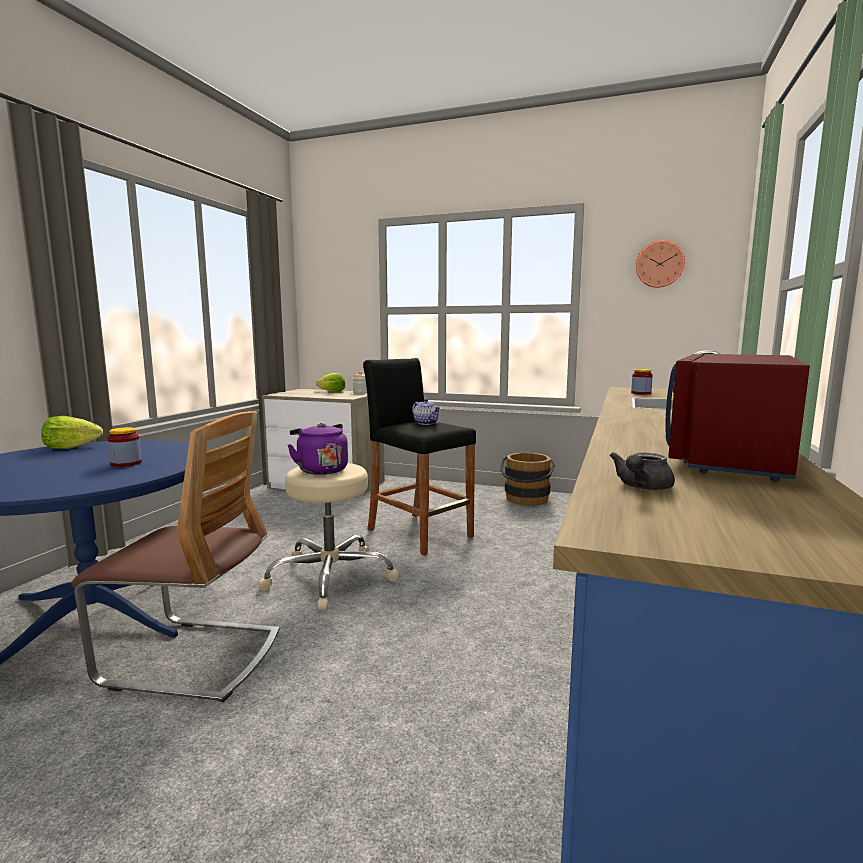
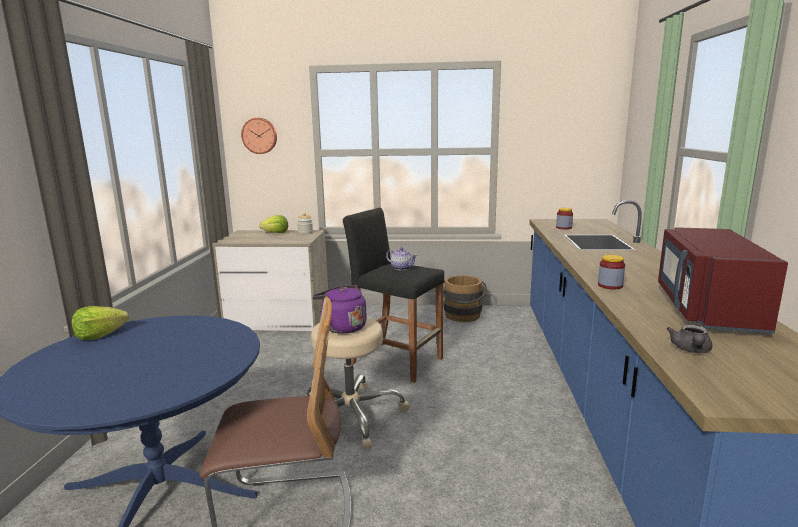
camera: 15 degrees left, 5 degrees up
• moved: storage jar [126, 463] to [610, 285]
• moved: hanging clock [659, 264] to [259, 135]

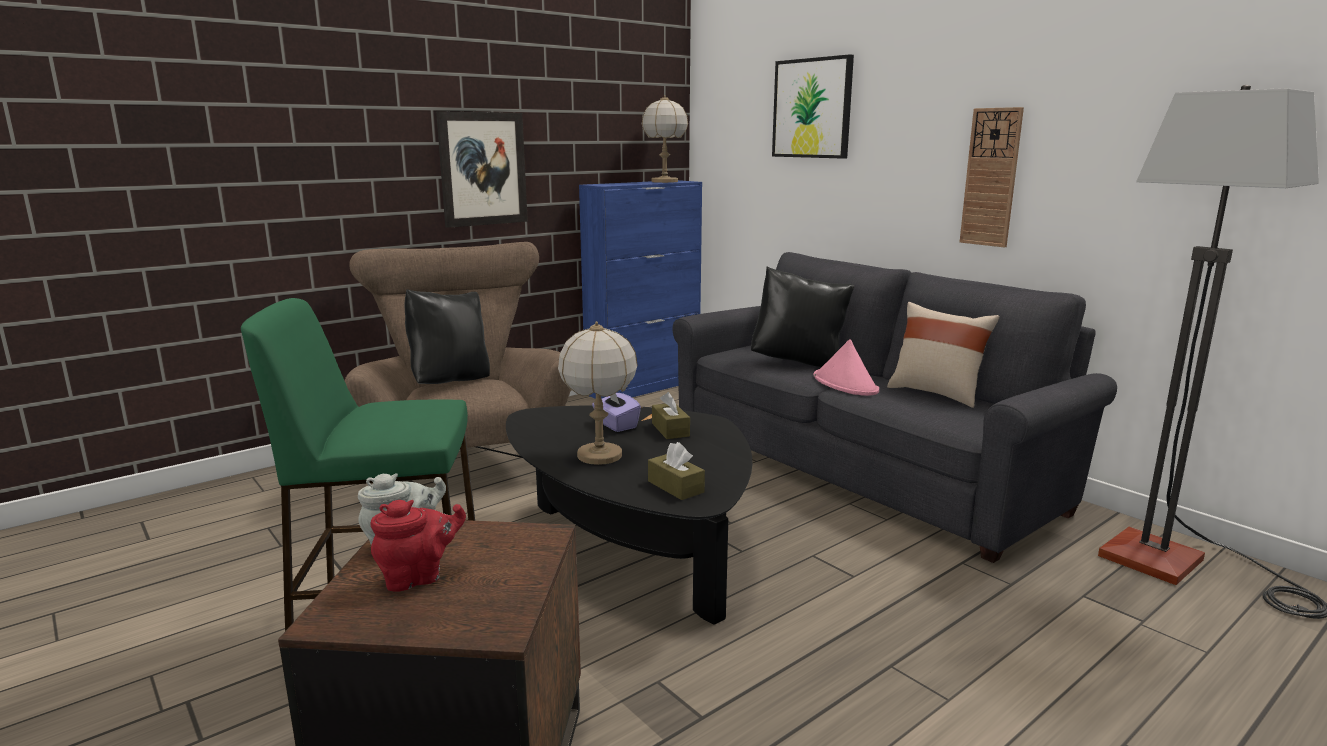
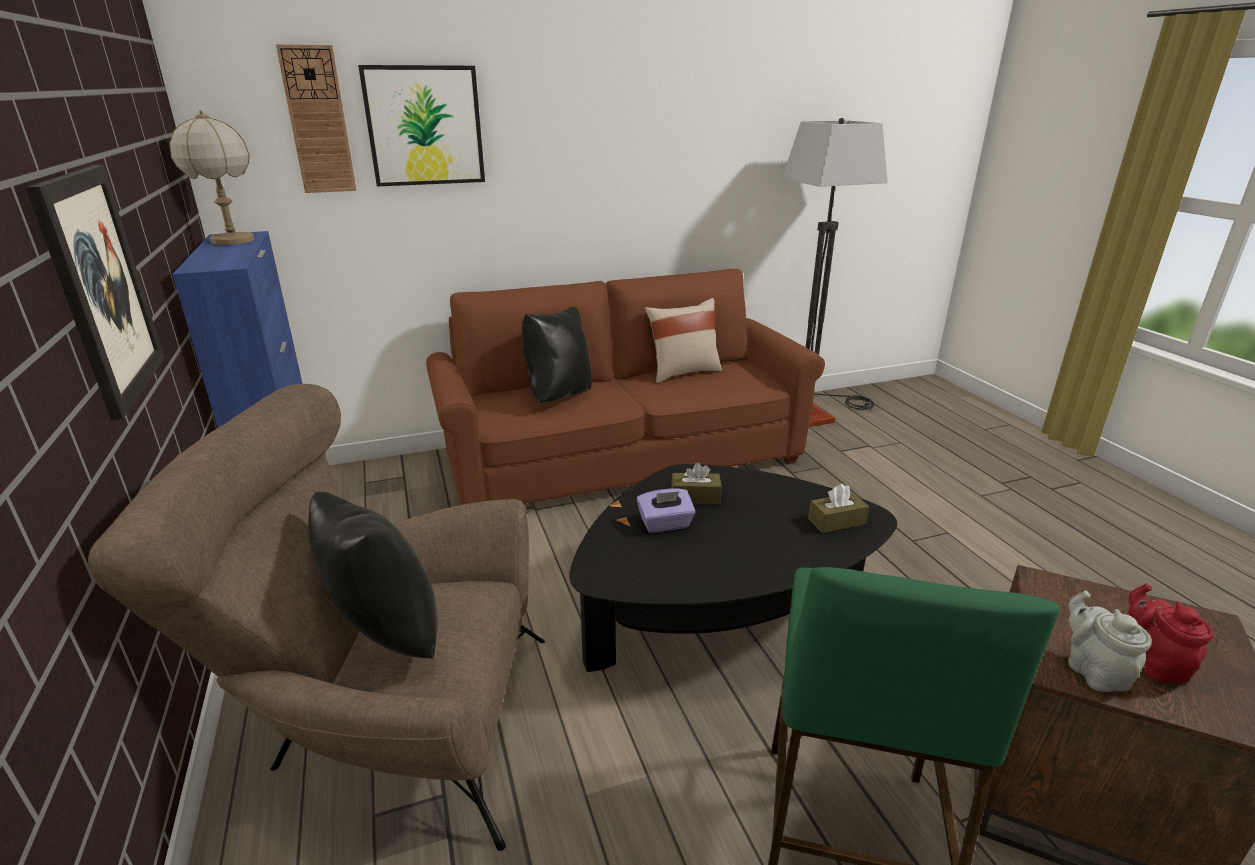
camera: 70 degrees left, 10 degrees up
• removed: lamp for a table [599, 456]
• recoloured: gray settee [862, 466] to brown settee [621, 458]
• removed: pinkish clothing hat [845, 384]
• moved: hanging clock [991, 177] to [318, 121]

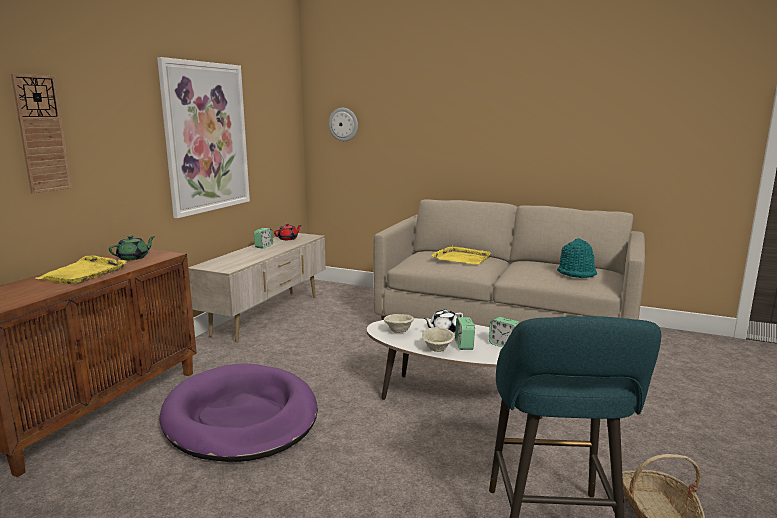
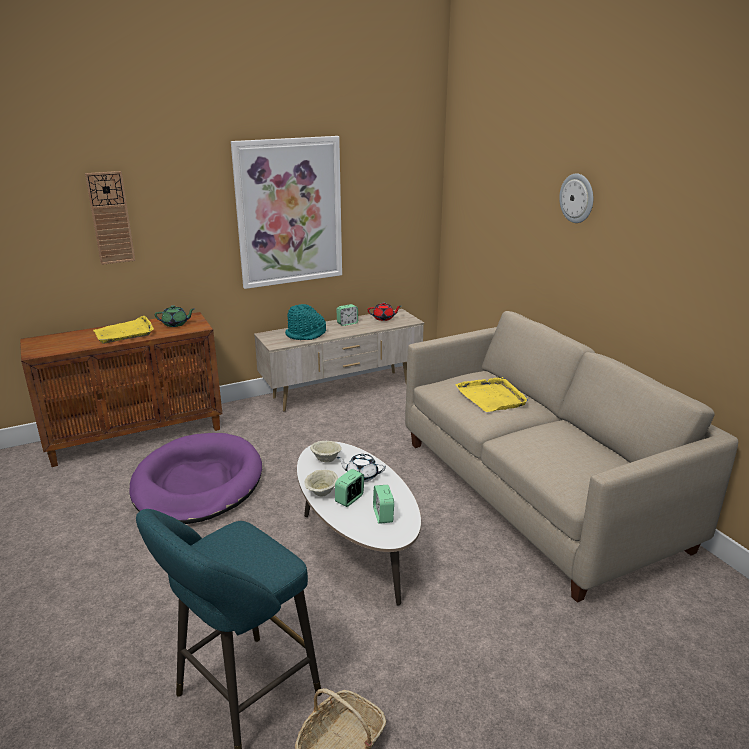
camera: 40 degrees right, 10 degrees up
• moved: hanging clock [343, 124] to [577, 198]
• moved: turquoise clothing hat [576, 273] to [306, 334]

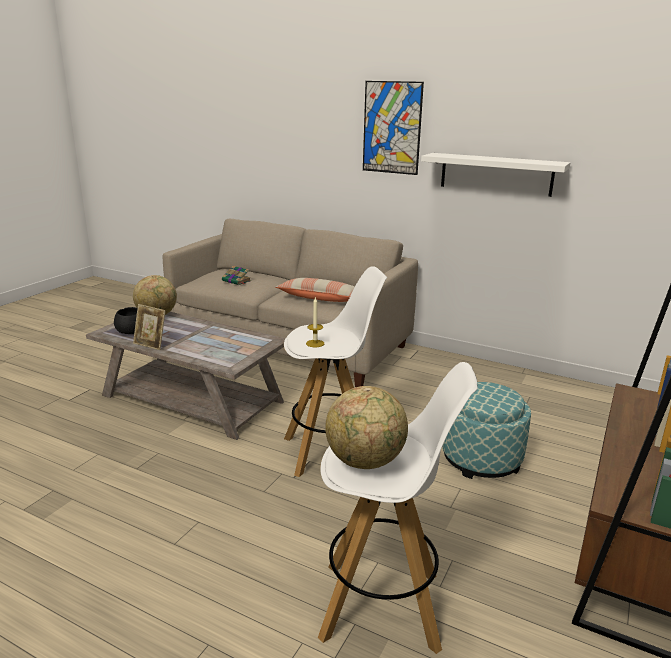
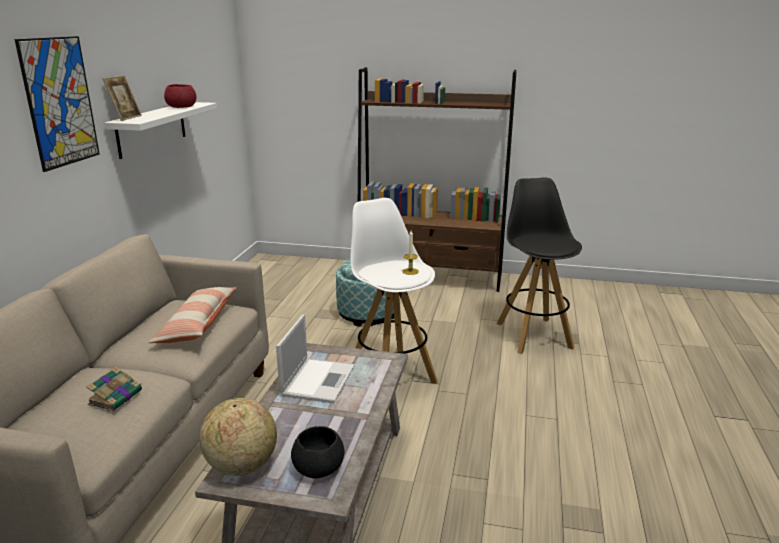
camera: 105 degrees left, 0 degrees up
• moved: photo frame [151, 344] to [126, 118]
• recoloured: whitish stool [383, 606] to blackish stool [533, 334]
• removed: desk globe [365, 461]
• added: red deep dish [181, 107]
• added: notebook computer [318, 380]

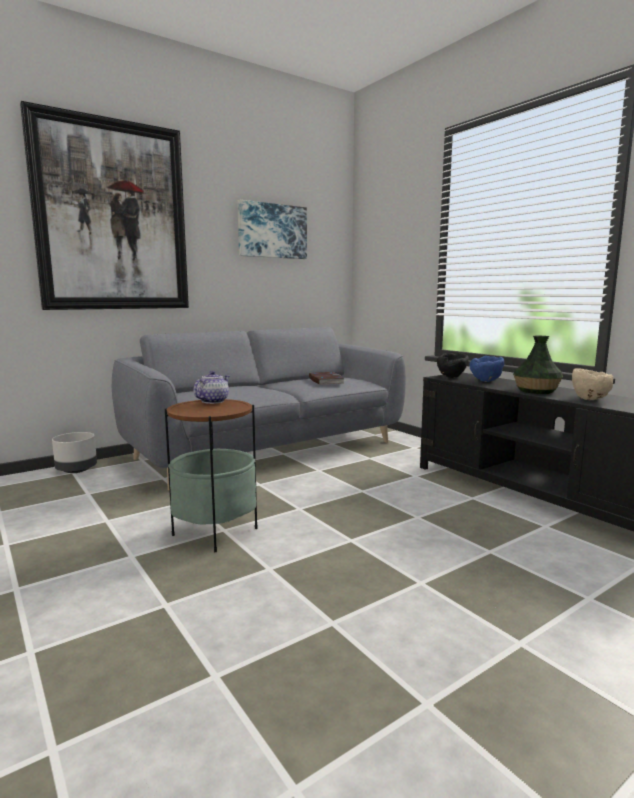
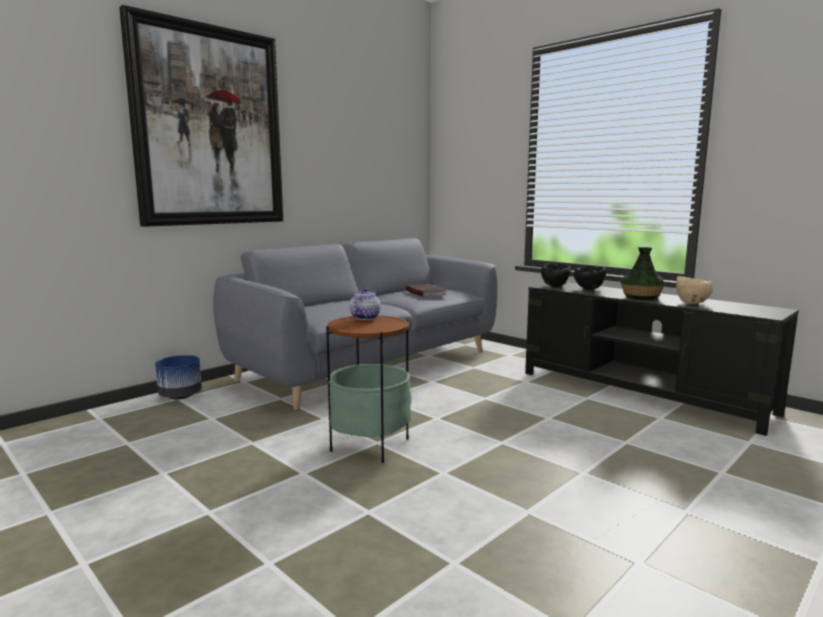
camera: 10 degrees left, 0 degrees up
• recoloured: gray planter [77, 470] to blue planter [180, 396]
• removed: wall art [272, 231]
• recoloured: blue deep dish [486, 381] to blackish deep dish [589, 289]

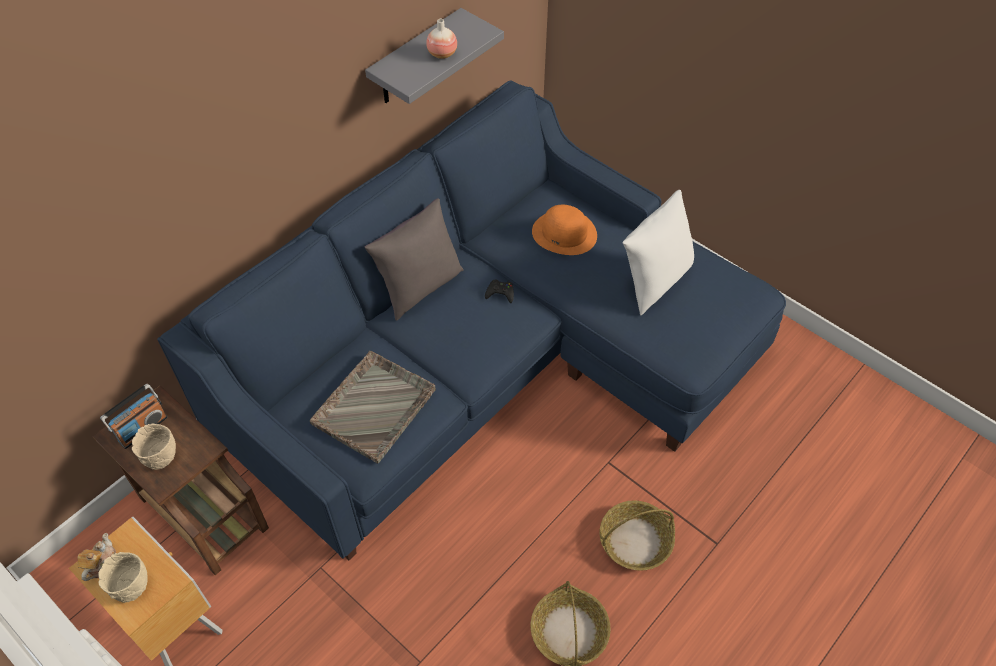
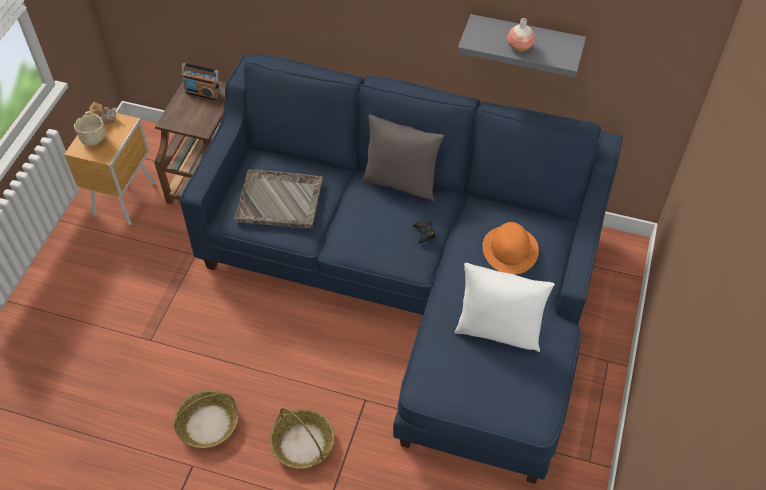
camera: 65 degrees right, 0 degrees up
• removed: beige-coloured deep dish [162, 457]

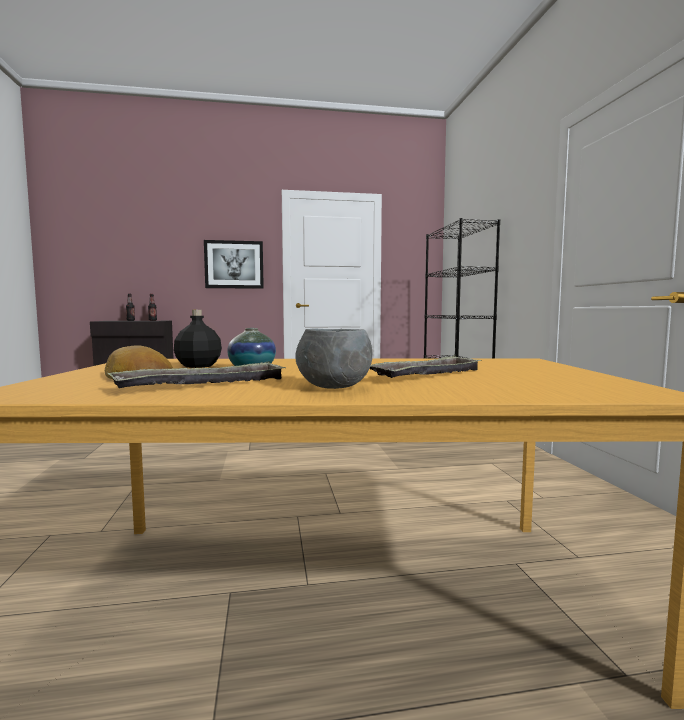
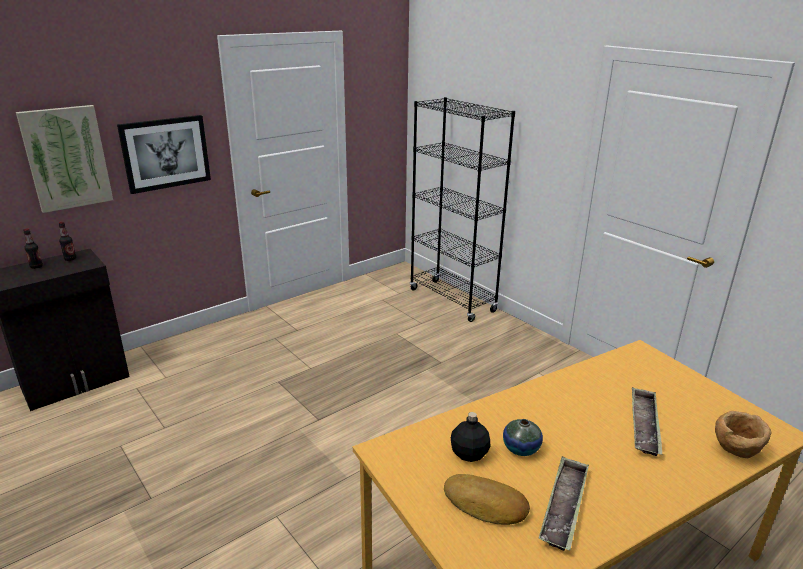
camera: 30 degrees left, 20 degrees up
• removed: gray deep dish [334, 387]
• added: wall art [66, 158]
• added: brown deep dish [736, 451]

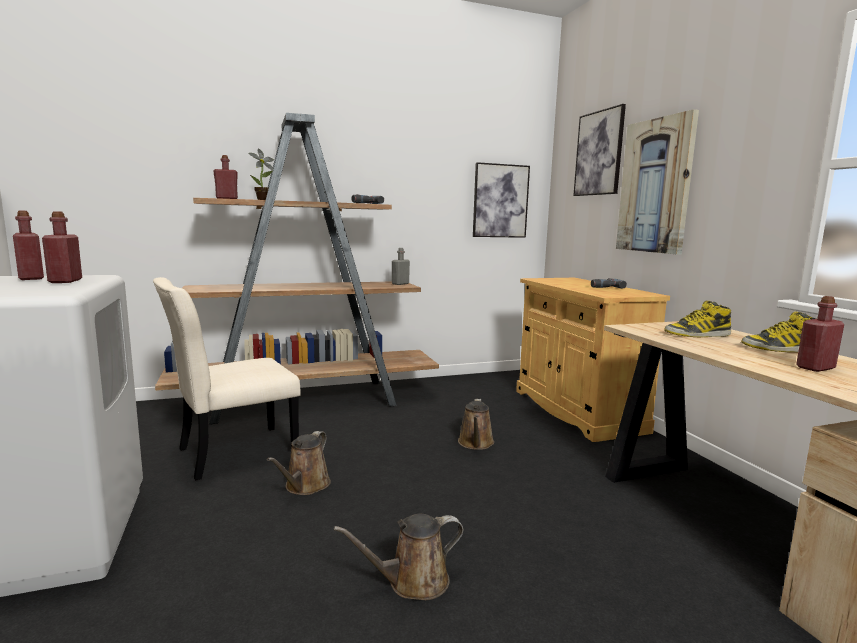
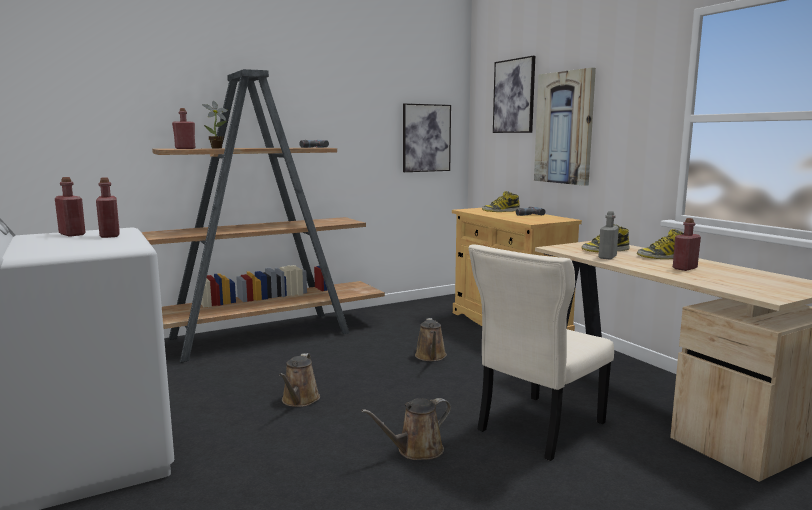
camera: 10 degrees left, 0 degrees up
• moved: beige-coloured chair [232, 453] to [537, 428]
• moved: gray bottle [400, 284] to [607, 257]
• added: high-top boot [501, 211]

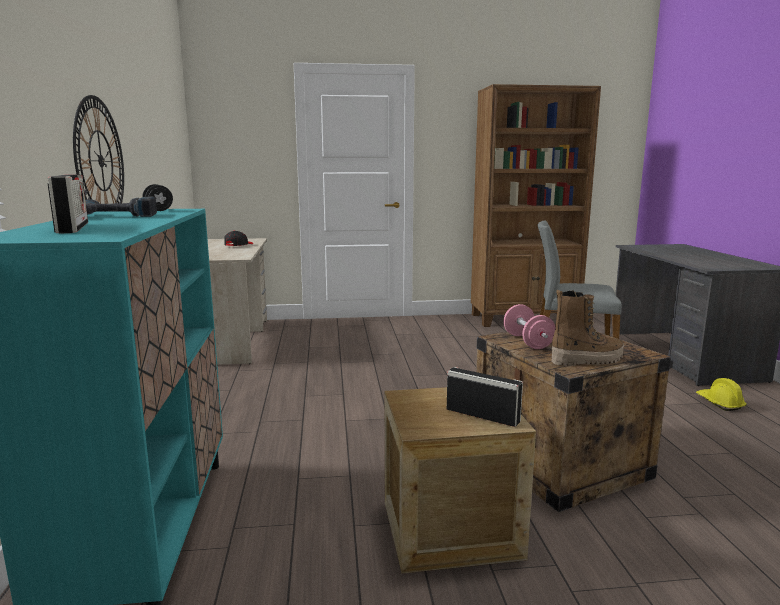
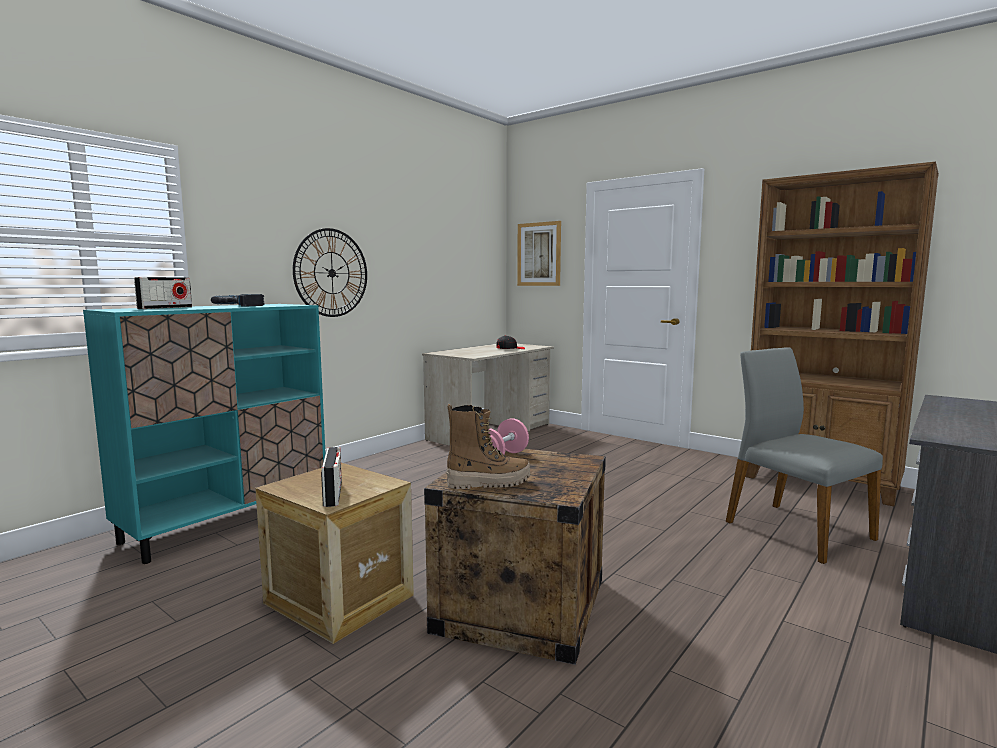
camera: 45 degrees right, 5 degrees down
• removed: blackish dumbbell [158, 210]
• turned: high-top boot [586, 360] = [488, 483] 45 degrees counterclockwise
• removed: yellowish safety helmet [719, 403]
• added: wall art [539, 254]

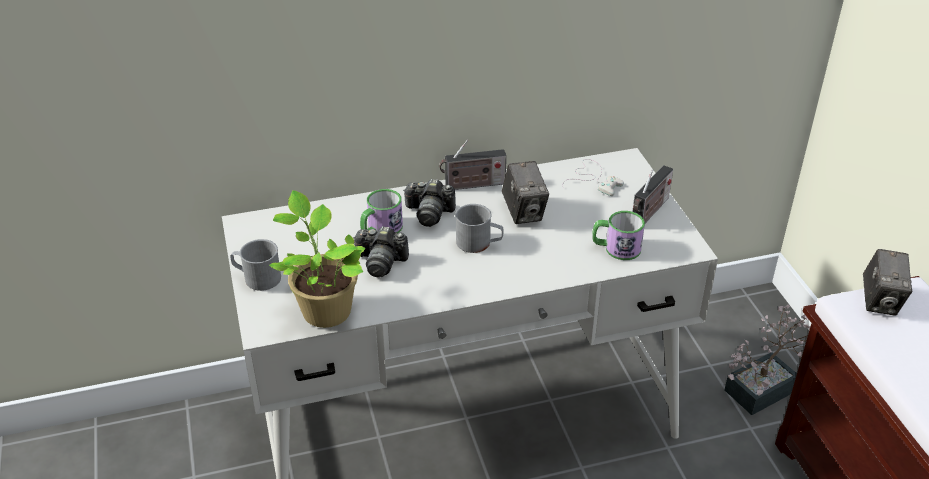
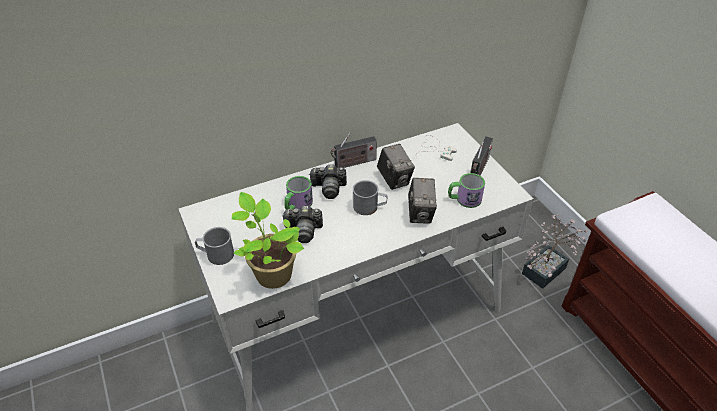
camera: 10 degrees left, 5 degrees up
• moved: still camera [880, 301] to [420, 214]

